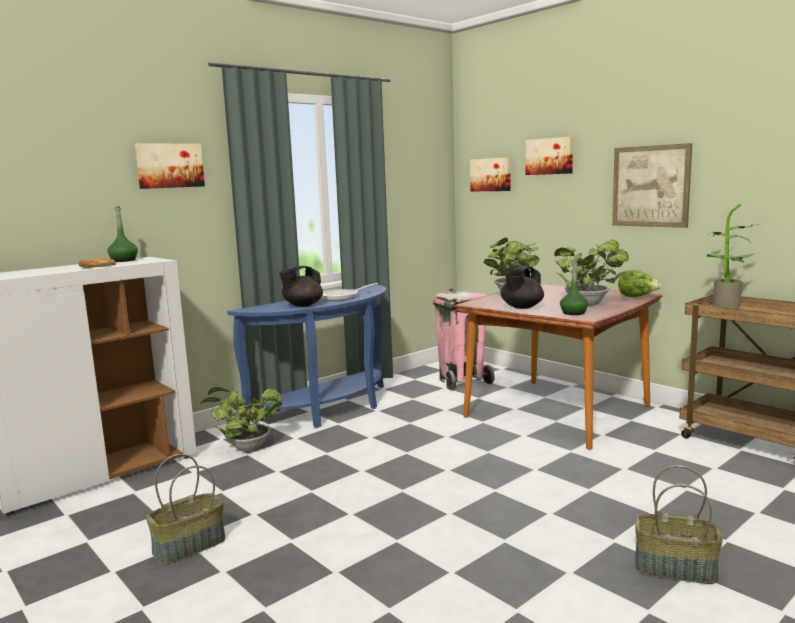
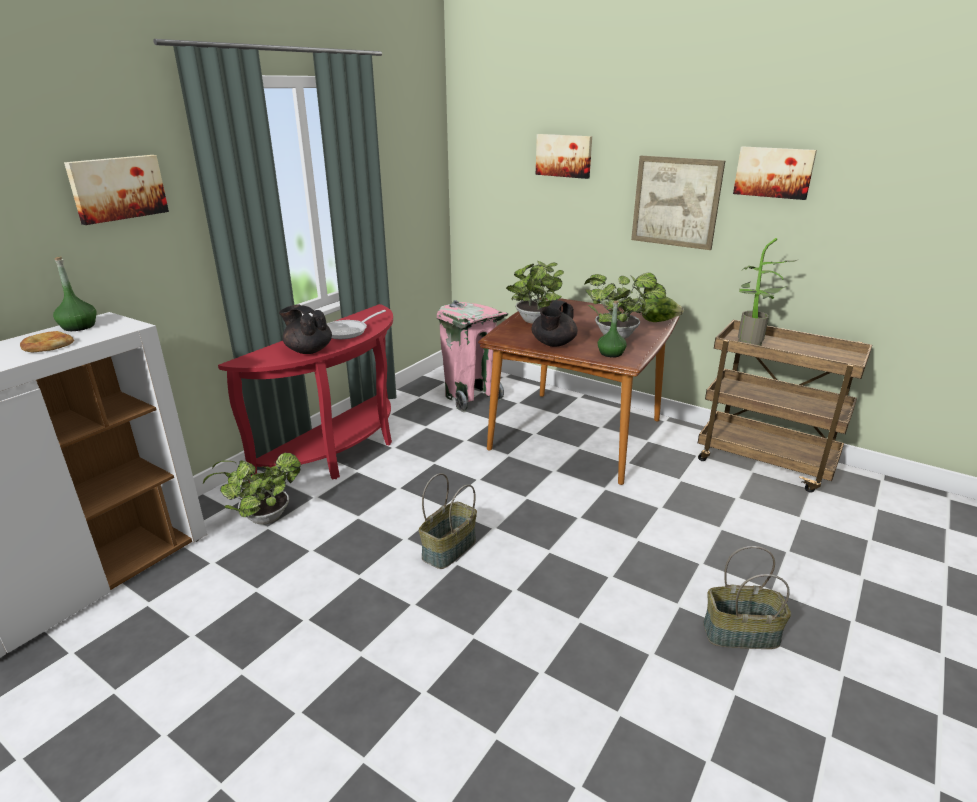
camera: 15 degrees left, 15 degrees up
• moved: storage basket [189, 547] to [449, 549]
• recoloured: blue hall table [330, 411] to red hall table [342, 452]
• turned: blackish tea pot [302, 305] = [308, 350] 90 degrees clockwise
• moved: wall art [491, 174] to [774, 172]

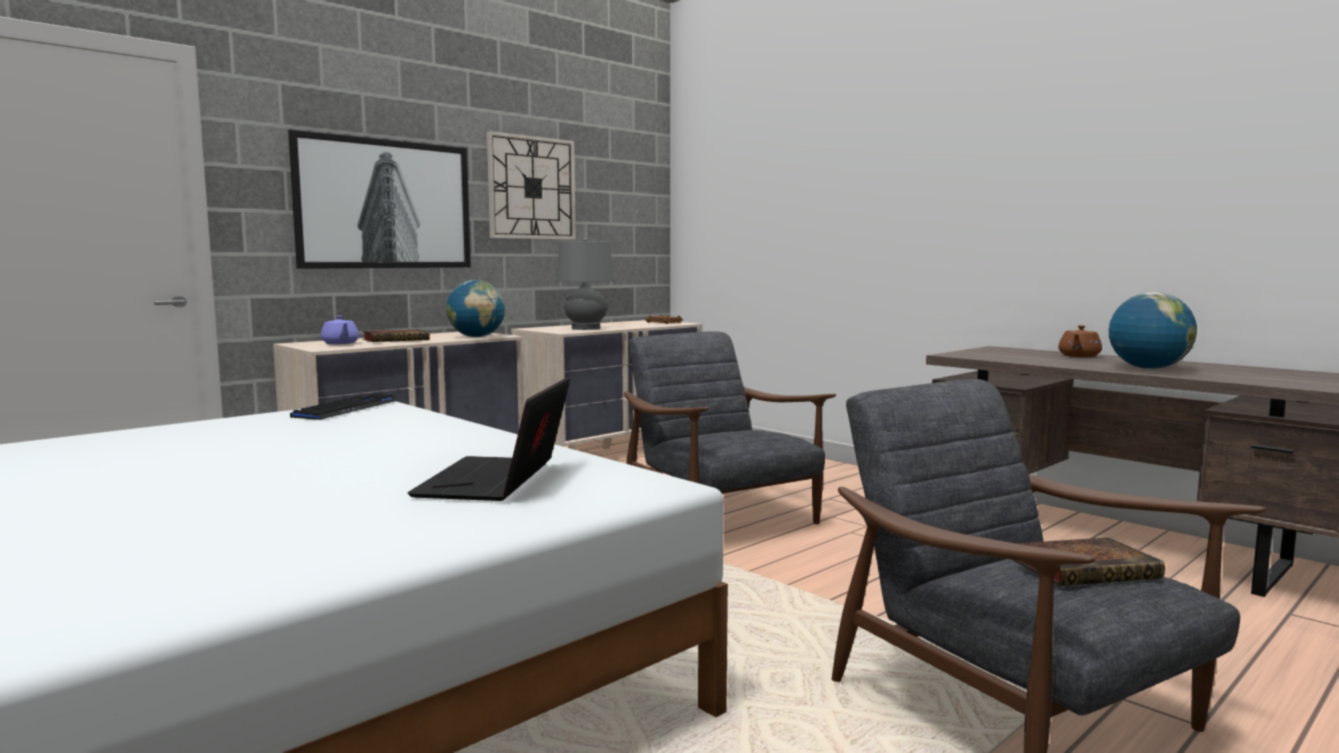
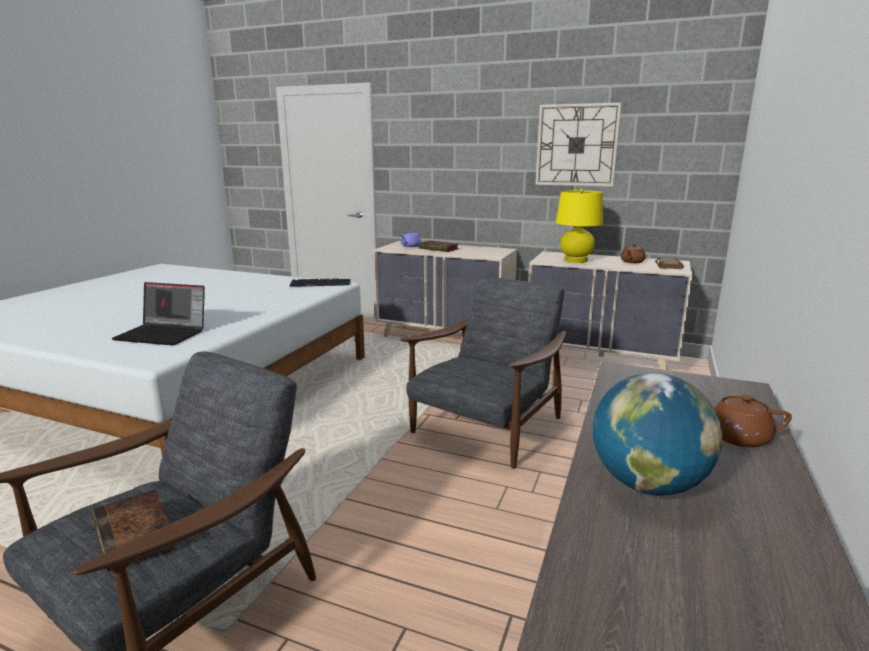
camera: 65 degrees right, 10 degrees up
• removed: wall art [385, 204]
• turned: notebook computer [496, 481] = [164, 334] 150 degrees counterclockwise
• removed: desk globe [476, 337]
• recoloured: gray lamp for a table [586, 328] to yellowish lamp for a table [576, 260]
• added: brown tea pot [632, 262]

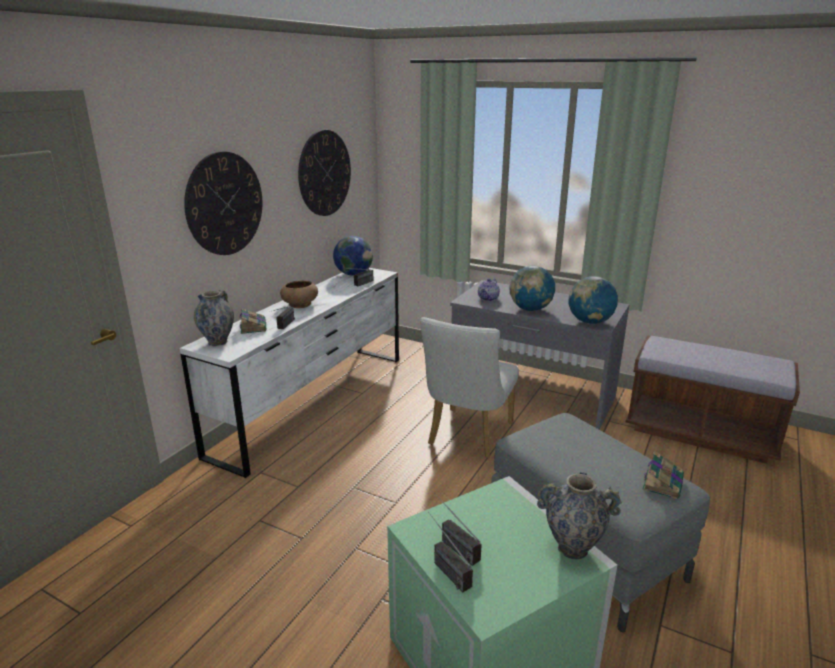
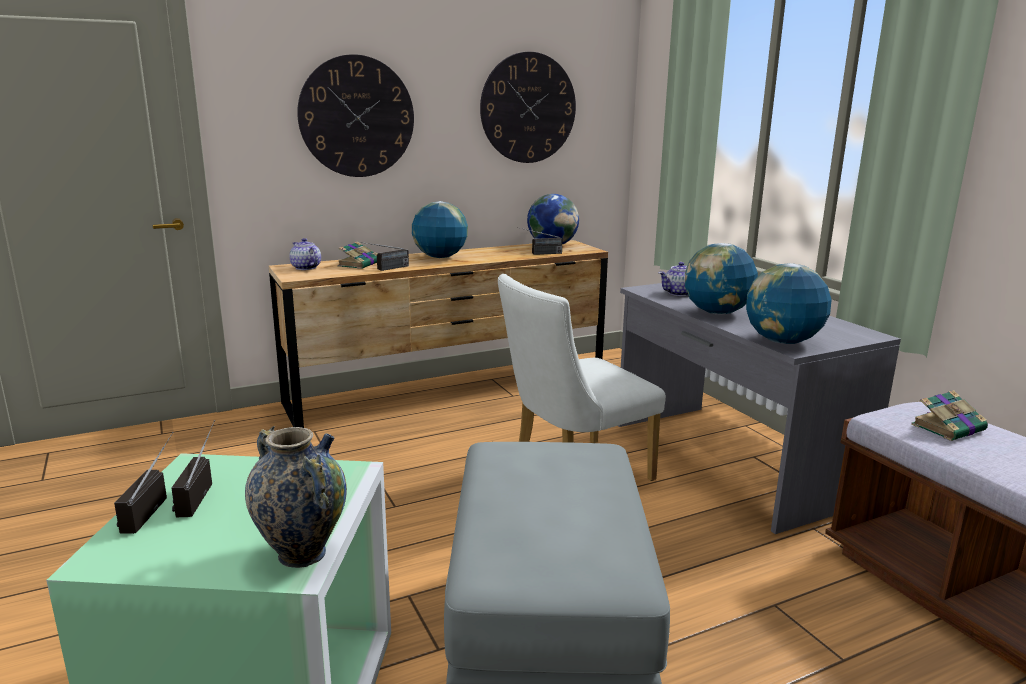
camera: 35 degrees right, 5 degrees down
• recoloured: whitish chest of drawers [314, 403] to brown chest of drawers [449, 390]
• replaced: flower vase [217, 342] to tea pot [305, 268]
• replaced: brown deep dish [299, 304] to desk globe [440, 257]
• moved: volume [662, 482] to [949, 427]

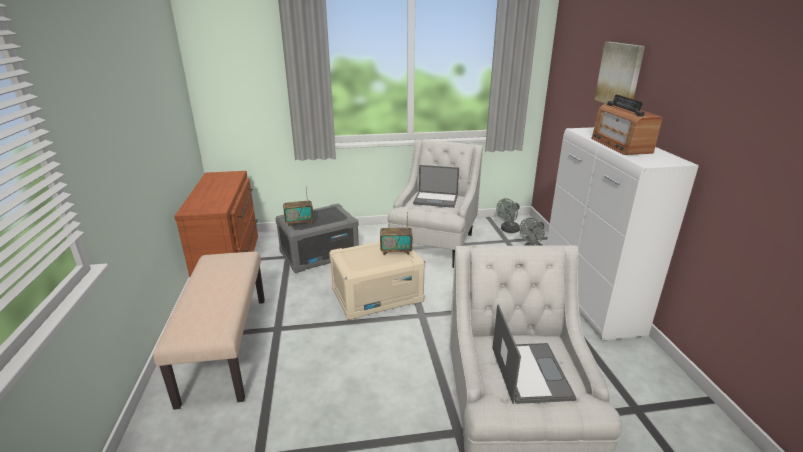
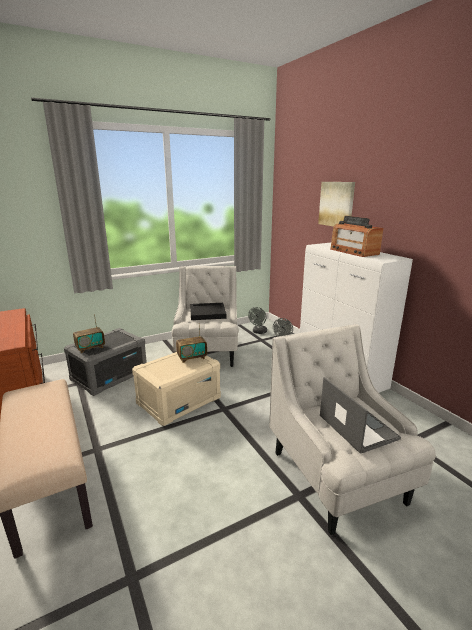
camera: 20 degrees left, 5 degrees down
• replaced: notebook computer [436, 199] to blackish carrying tray [208, 313]

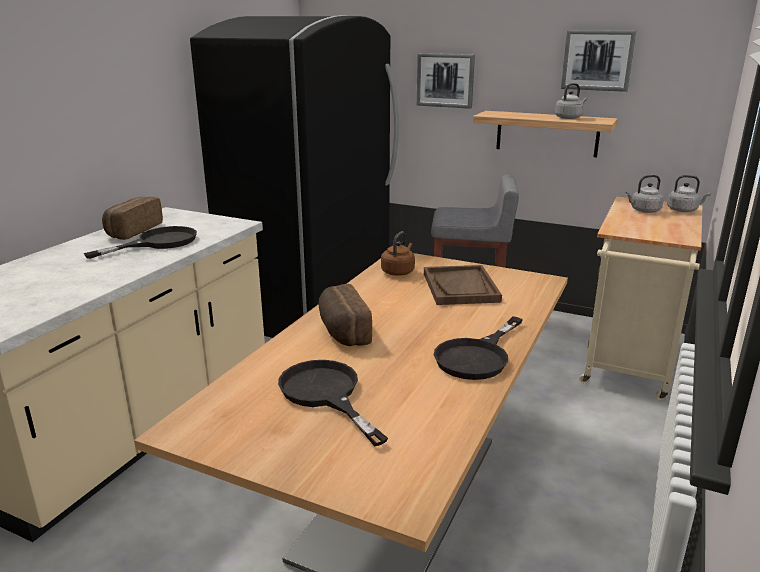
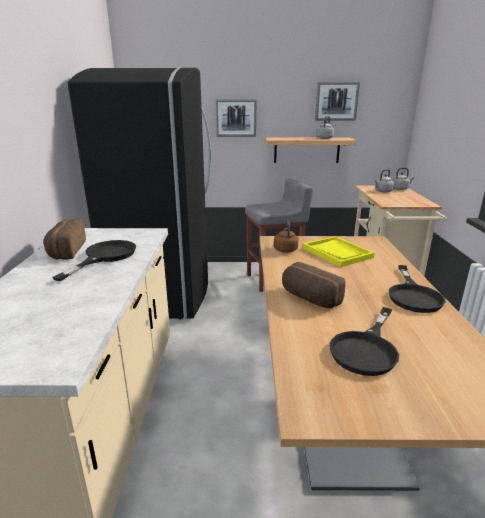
camera: 25 degrees left, 0 degrees up
• turned: blackish skillet [325, 394] = [366, 349] 90 degrees counterclockwise
• recoloured: brown carrying tray [460, 287] to yellowish carrying tray [337, 253]

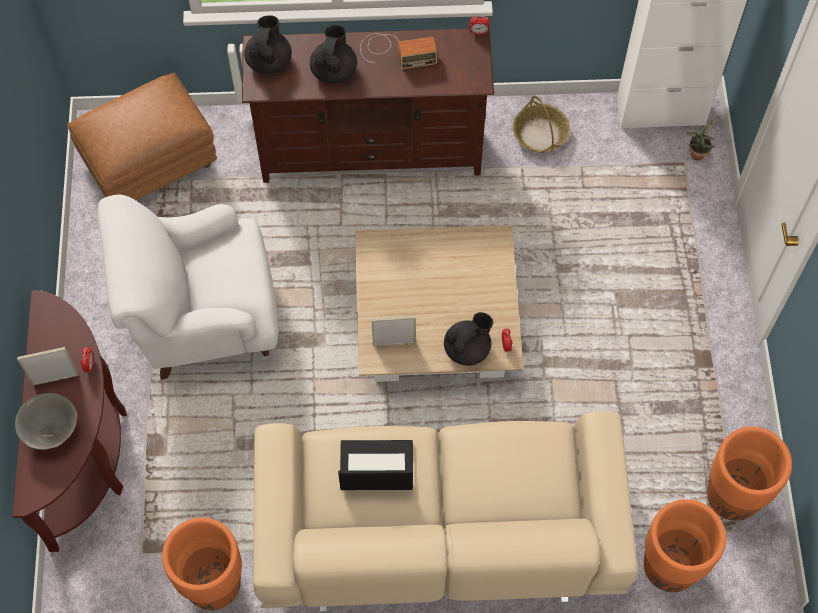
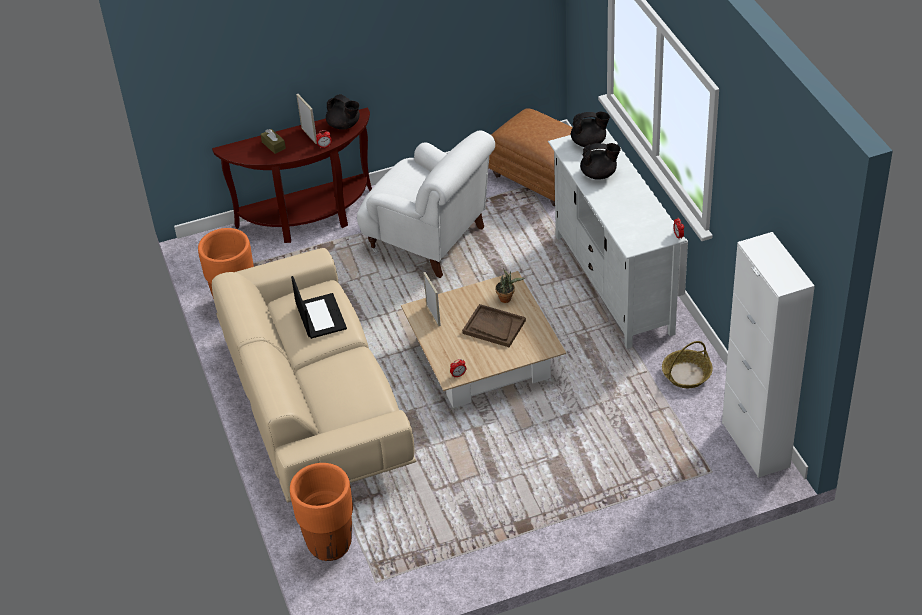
camera: 75 degrees right, 20 degrees down
• replaced: gray deep dish [52, 430] to brown tissue holder [273, 145]
• turned: whitish armchair [203, 319] = [430, 241] 150 degrees clockwise
• recoloured: brown media console [371, 151] to whitish media console [614, 284]
• removed: radio set [395, 51]
• moved: blackish tea pot [467, 348] to [344, 125]
• moved: plant in a pot [697, 152] to [507, 298]
• removed: orange planter [731, 498]
• added: brown carrying tray [494, 327]

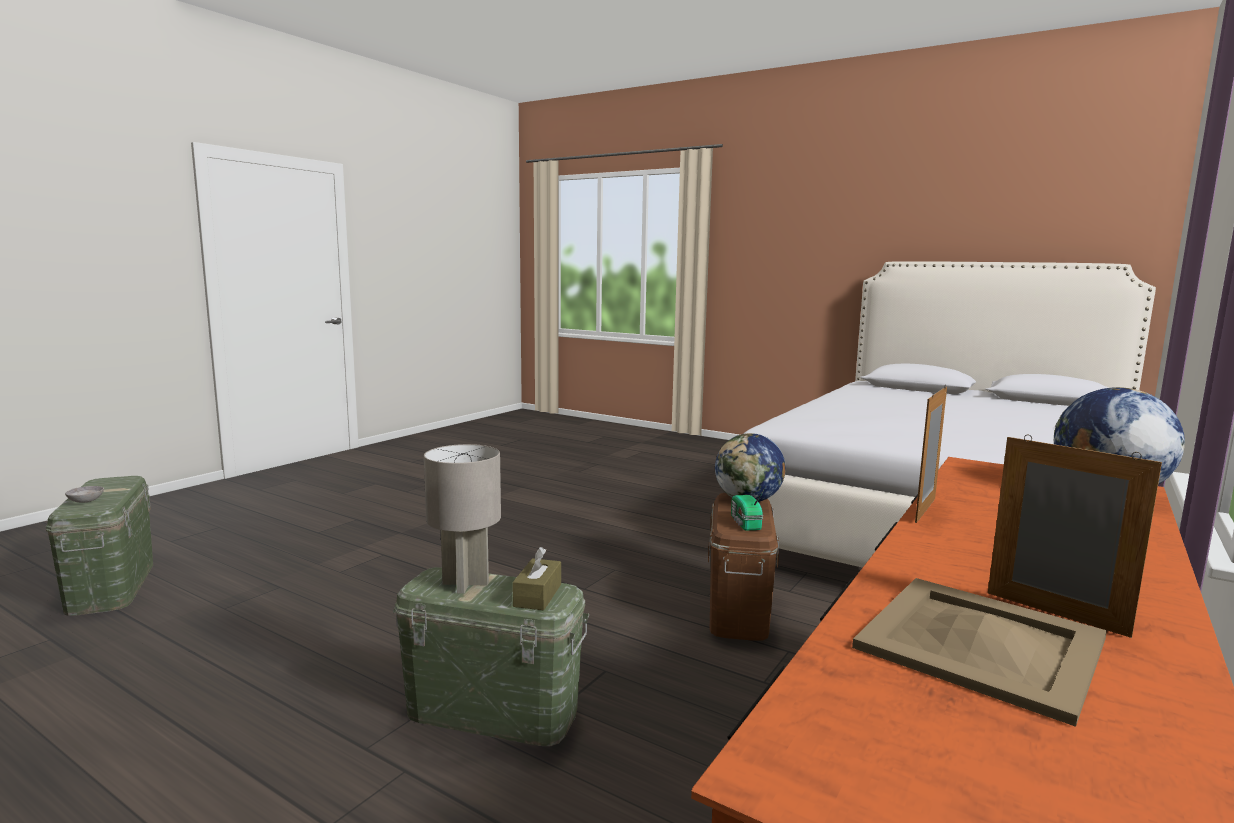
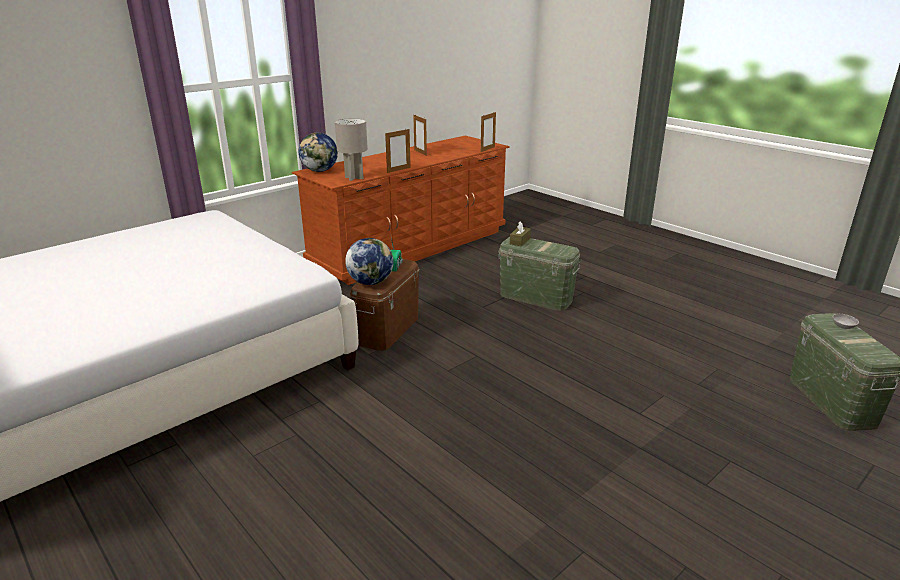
camera: 165 degrees left, 15 degrees up
• moved: gray lamp for a table [466, 583] to [354, 178]
• removed: beige-coloured carrying tray [979, 642]
• added: photo frame [487, 149]

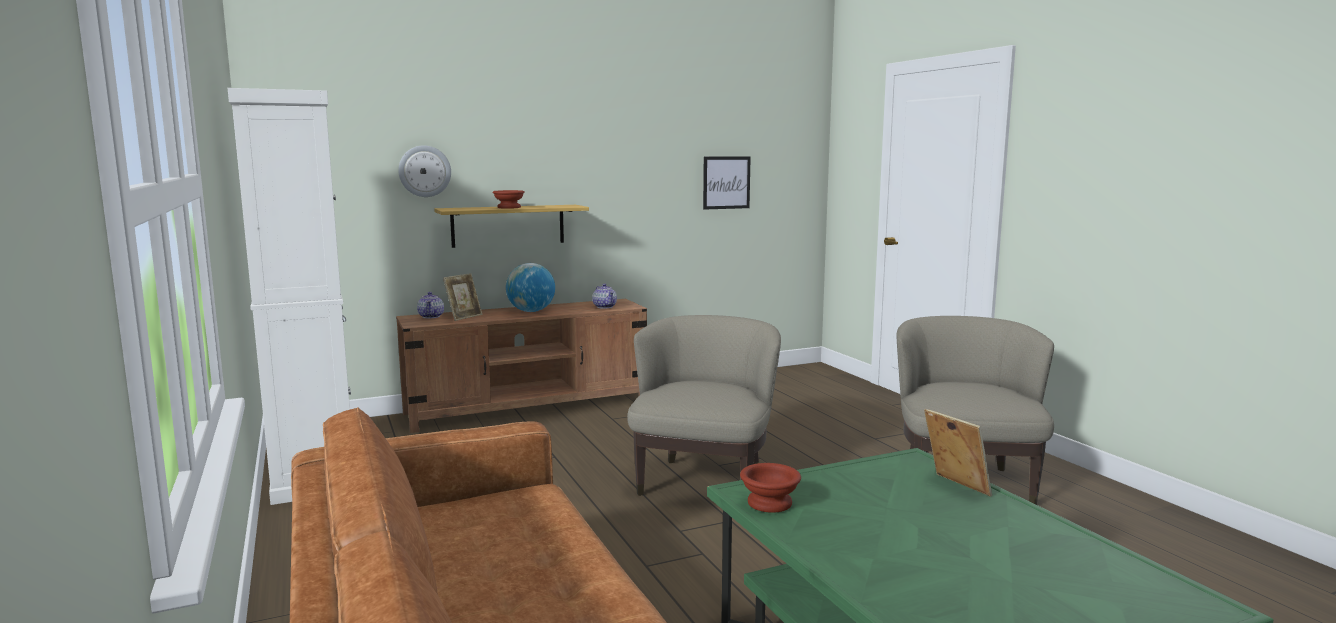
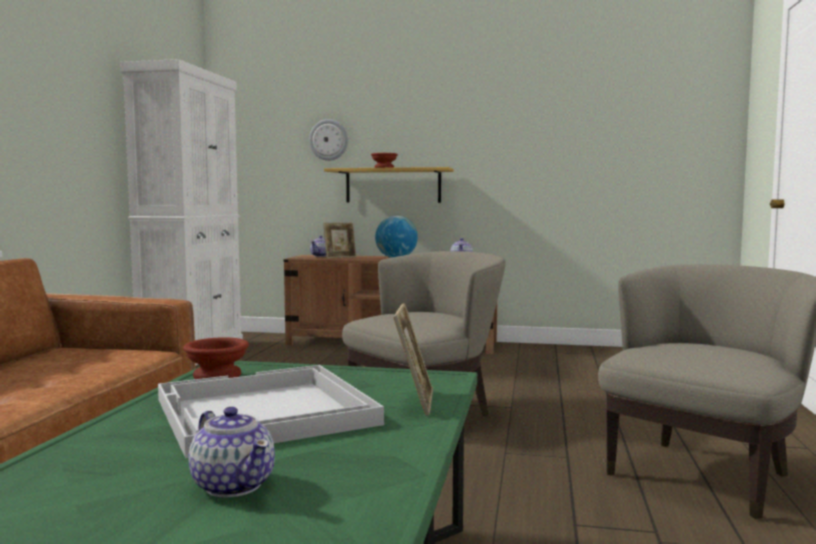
camera: 35 degrees right, 5 degrees down
• removed: wall art [726, 182]
• added: whitish carrying tray [263, 412]
• added: tea pot [233, 485]

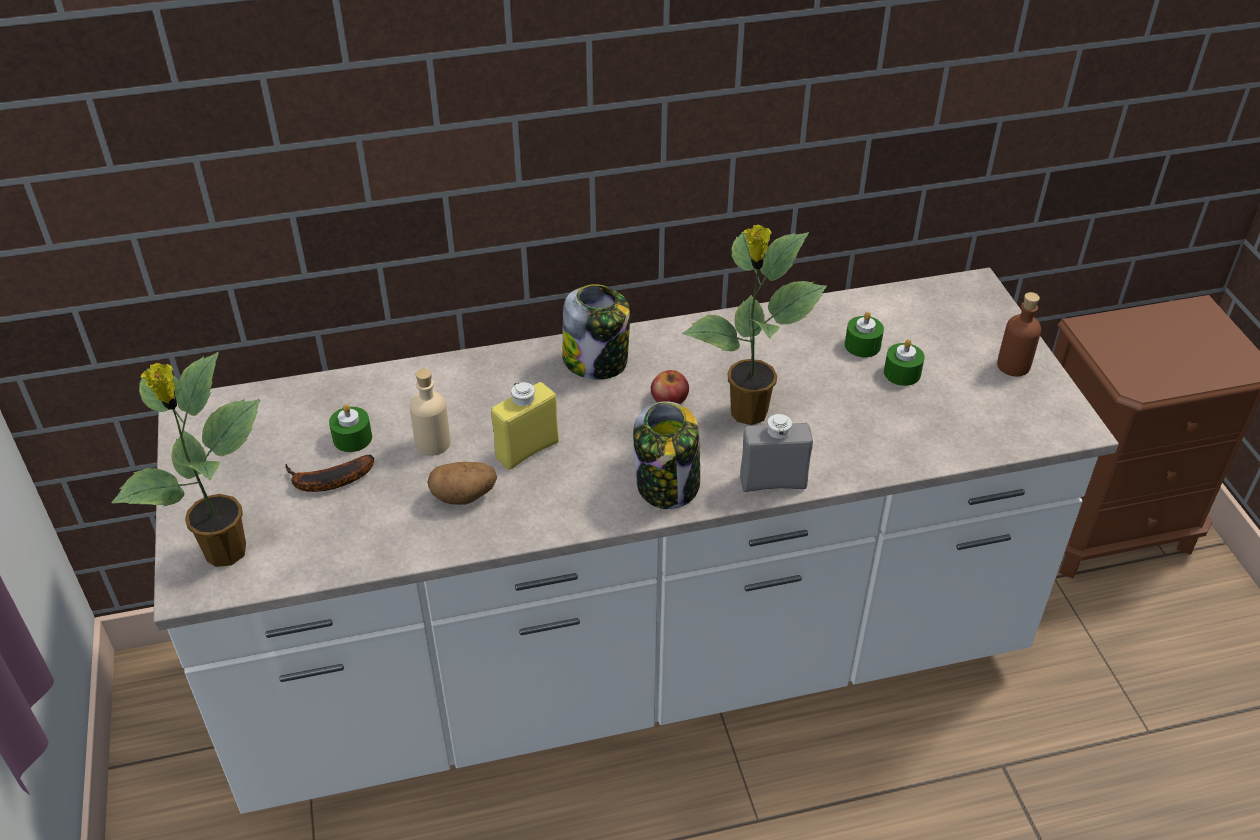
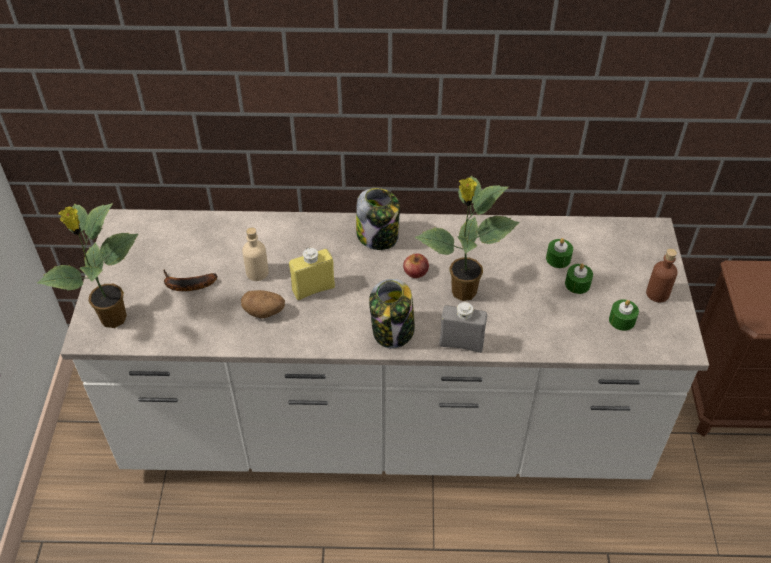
camera: 15 degrees right, 5 degrees up
• moved: green-coloured wax light [352, 438] to [622, 320]

